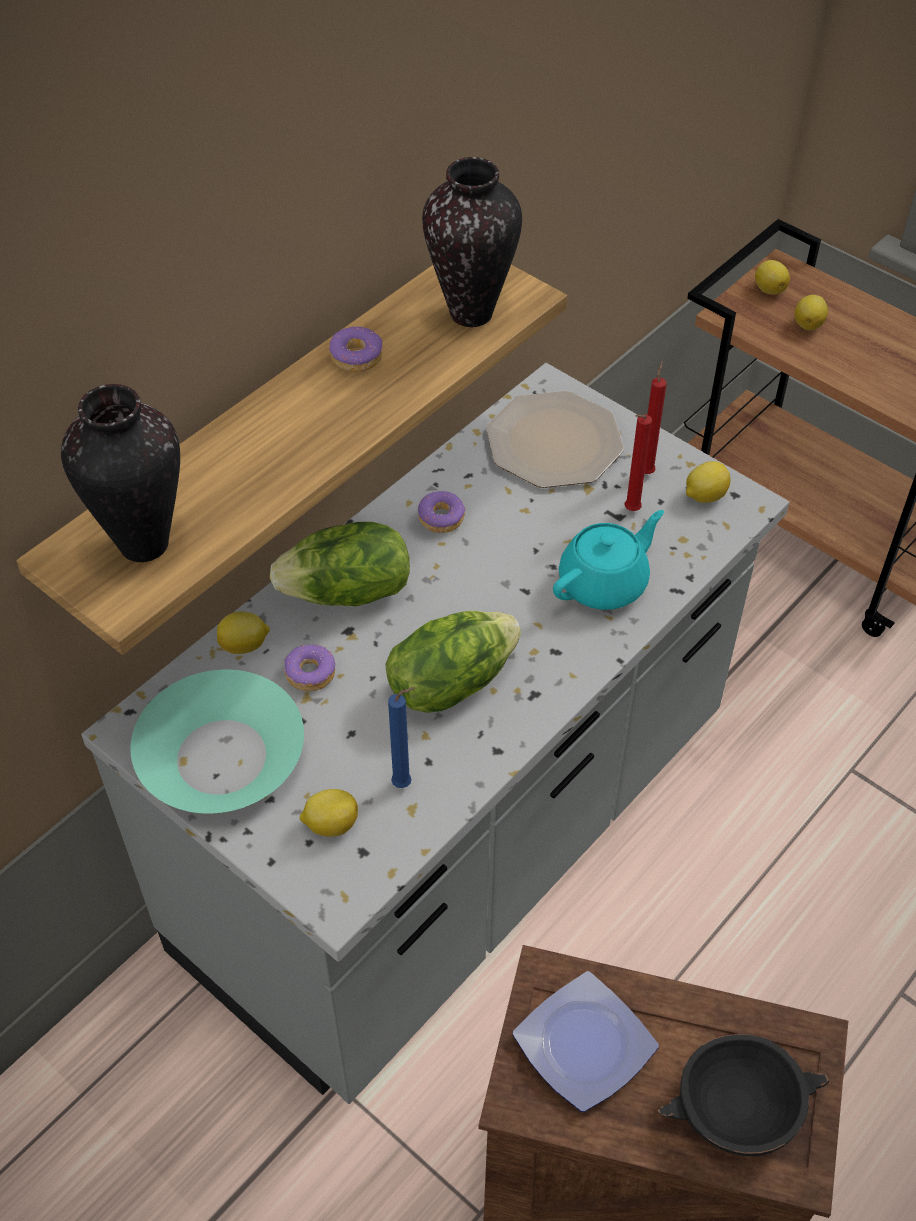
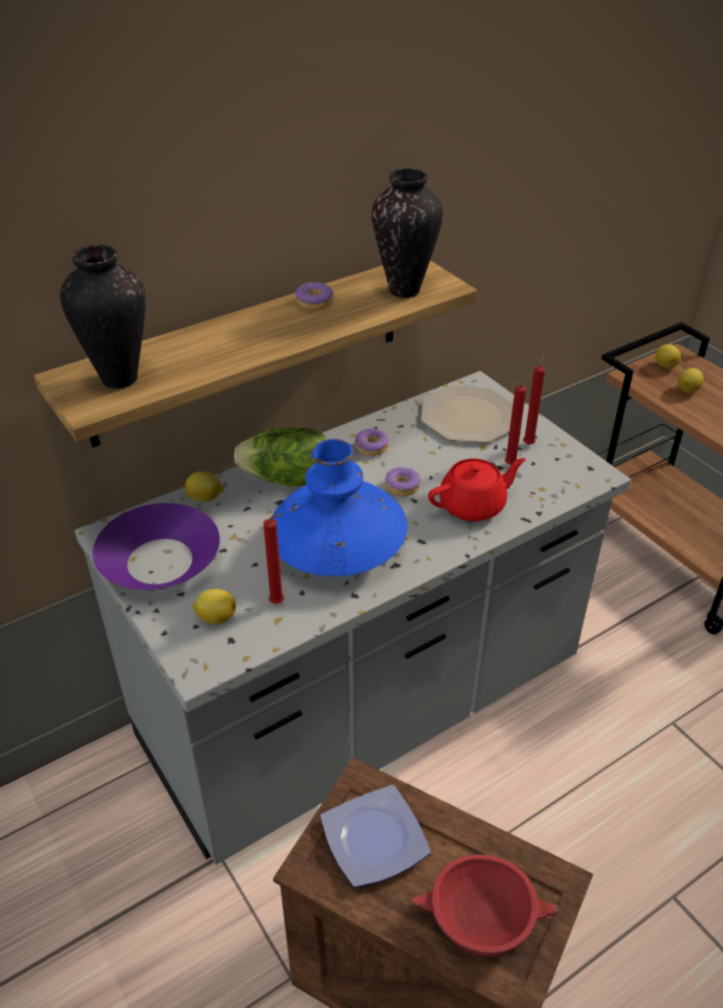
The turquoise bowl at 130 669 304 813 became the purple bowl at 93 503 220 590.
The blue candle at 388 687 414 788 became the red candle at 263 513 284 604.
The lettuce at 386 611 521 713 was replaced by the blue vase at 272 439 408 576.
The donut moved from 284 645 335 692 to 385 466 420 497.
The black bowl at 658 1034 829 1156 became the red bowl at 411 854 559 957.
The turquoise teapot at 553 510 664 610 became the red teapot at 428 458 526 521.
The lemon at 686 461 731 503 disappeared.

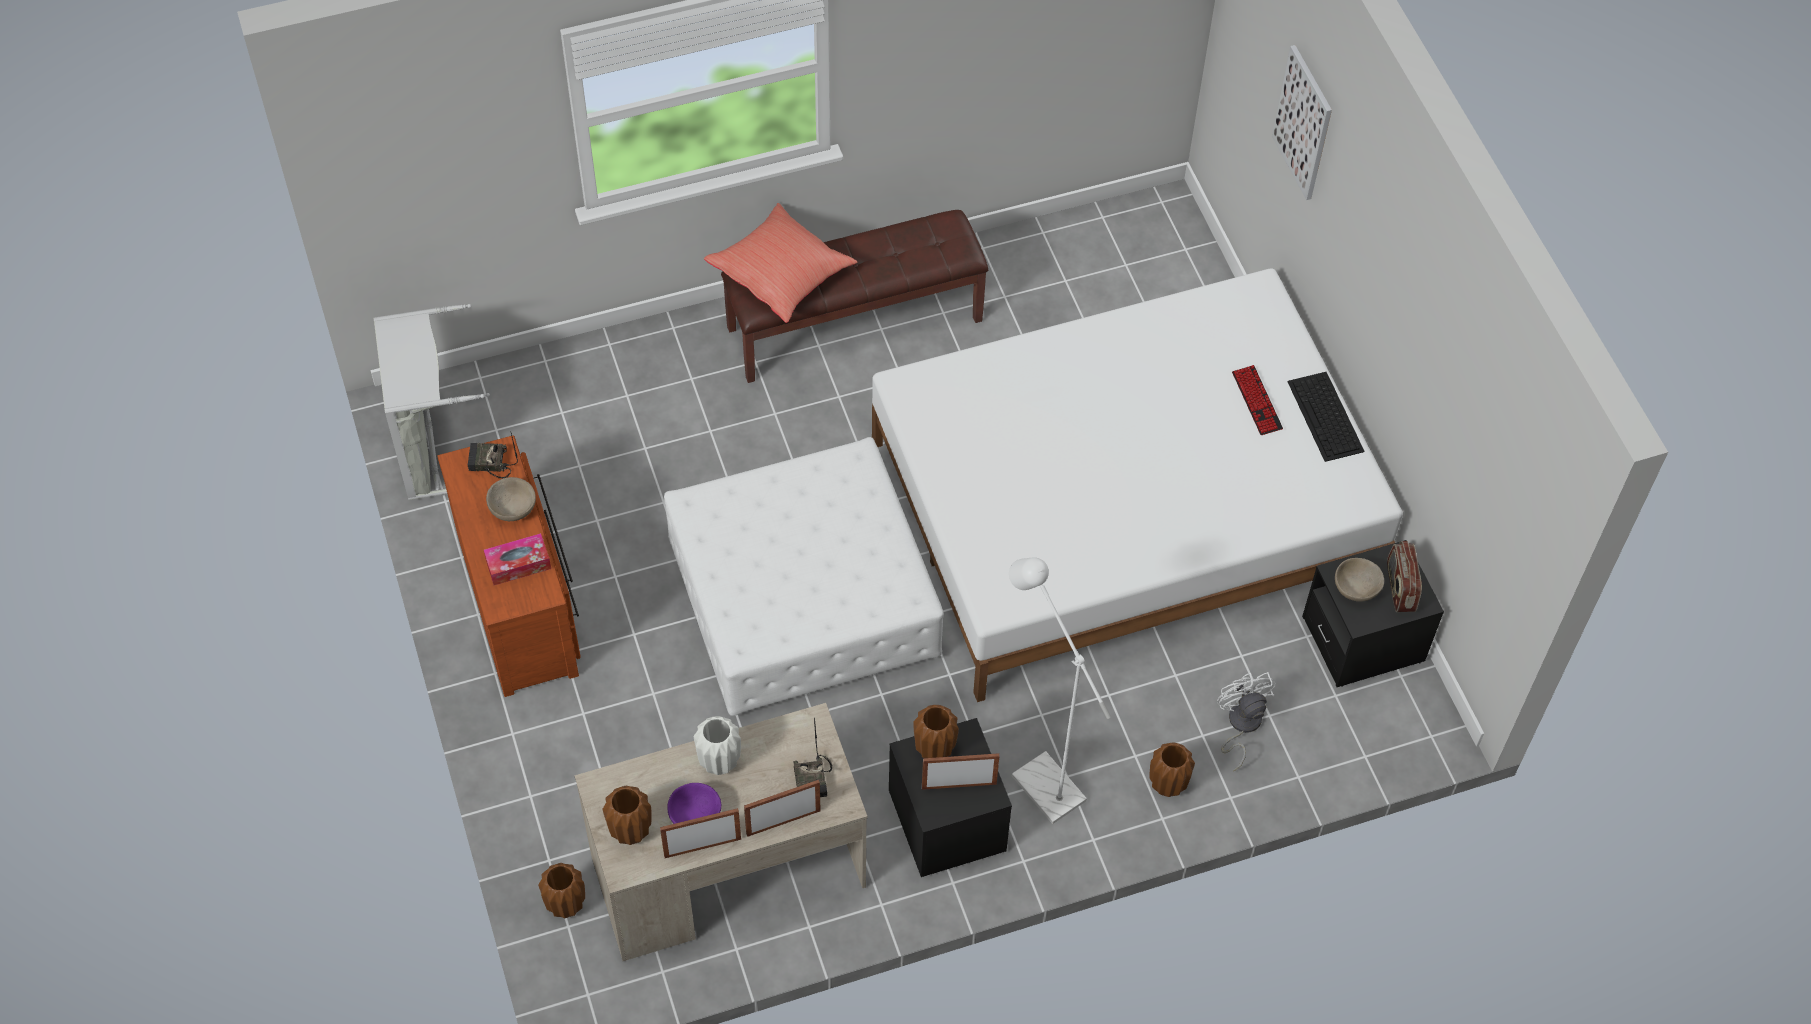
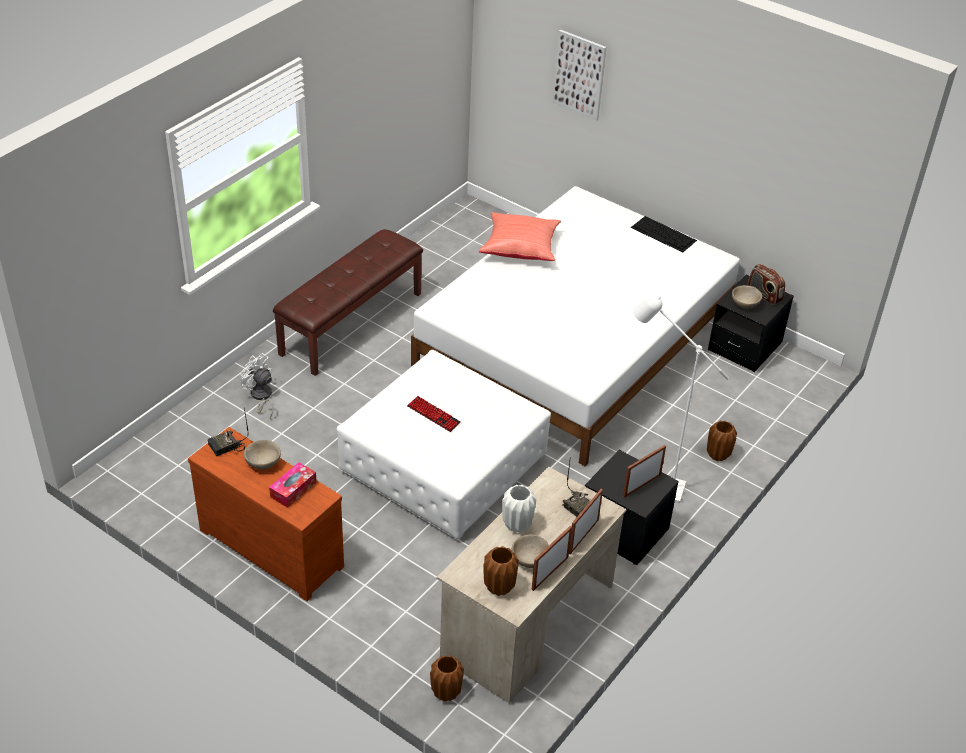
The white fan moved from 1217 673 1276 771 to 240 353 273 418.
The keyboard moved from 1232 365 1283 435 to 407 396 461 432.
The red pillow moved from 704 203 857 323 to 479 212 561 261.
The purple bowl at 667 783 721 824 became the beige bowl at 512 534 549 568.
The grey laundry basket at 374 304 490 500 disappeared.
The brown vase at 913 705 959 758 disappeared.

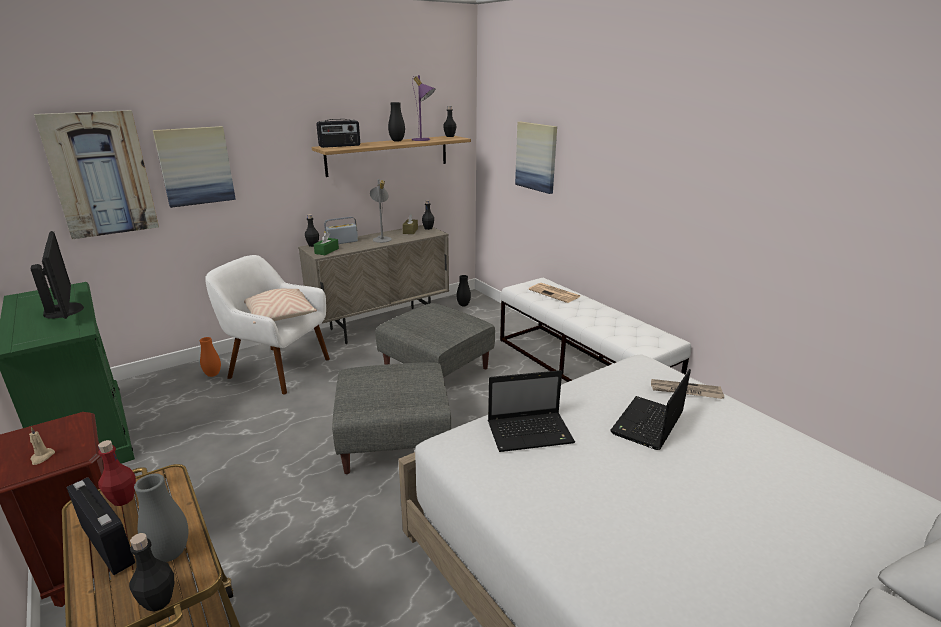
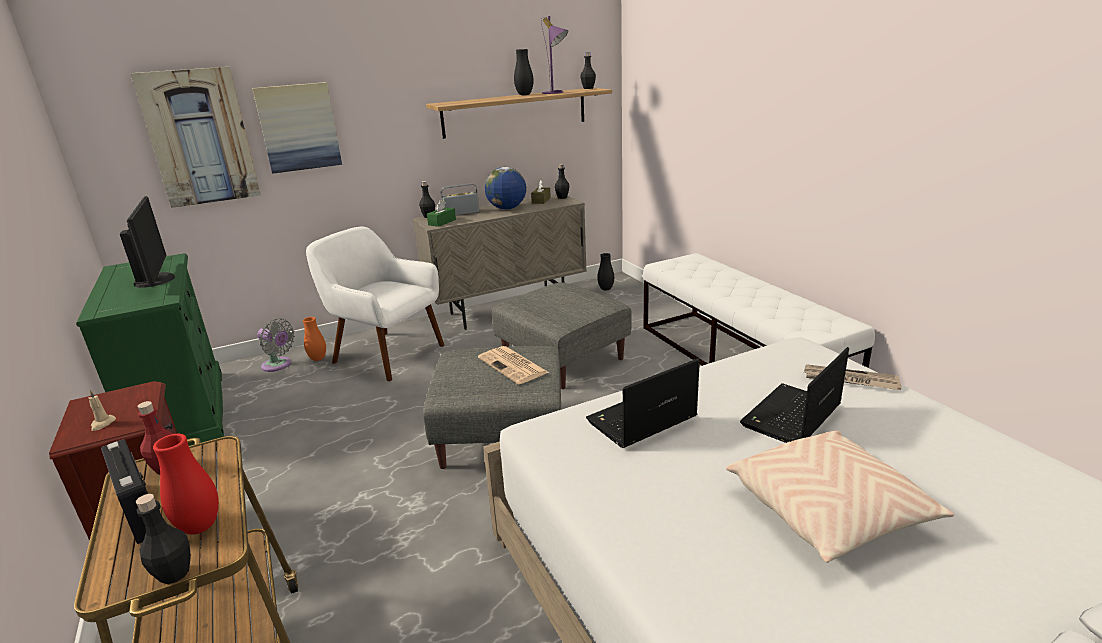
The grey vase at 134 474 188 562 became the red vase at 153 434 219 534.
The grey fan at 257 318 295 372 appeared.
The newspaper moved from 529 283 581 303 to 478 346 549 384.
The grey table lamp at 370 179 392 243 was replaced by the globe at 485 167 526 210.
The laptop at 488 370 575 452 turned 150 degrees clockwise.
The beige pillow moved from 244 289 317 323 to 726 431 954 563.
The radio at 316 119 360 148 disappeared.
The picture at 515 122 557 194 disappeared.

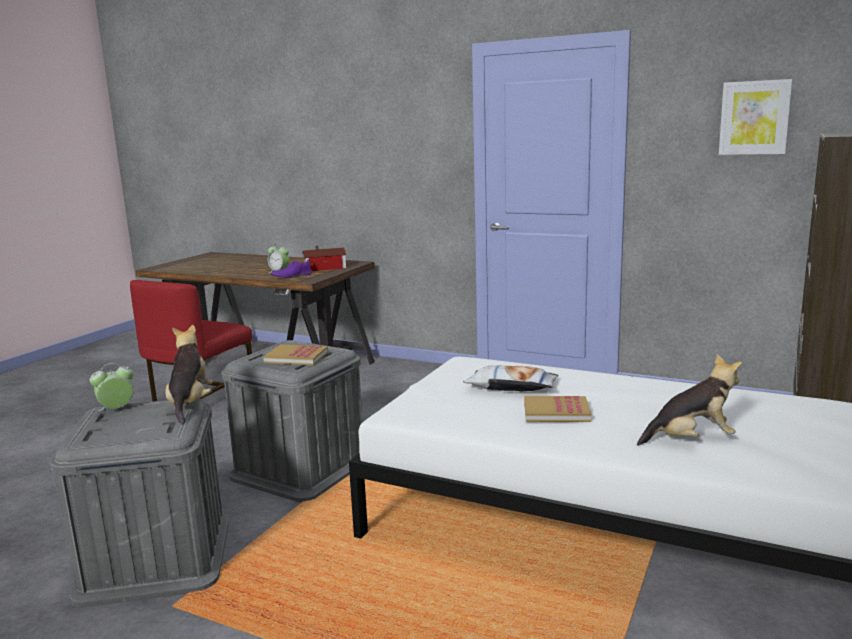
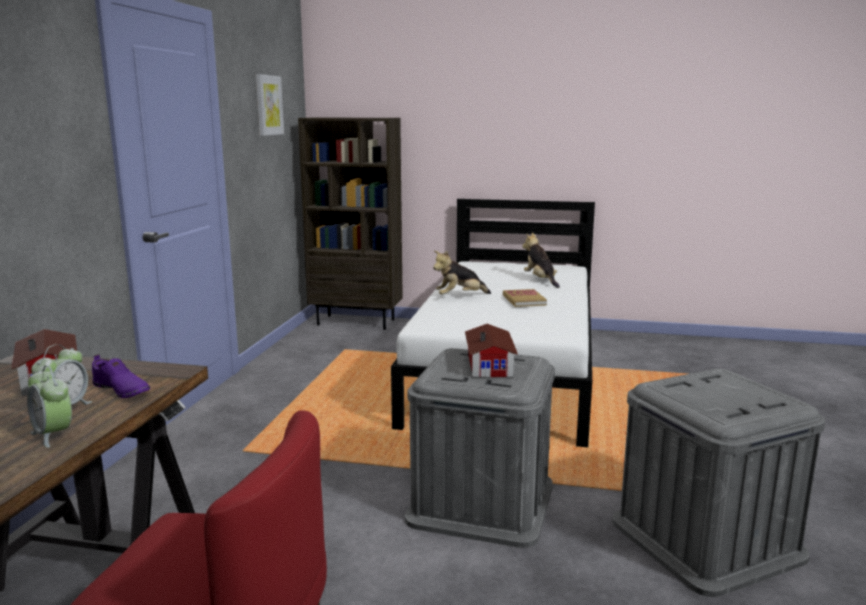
The alarm clock moved from 90 363 134 411 to 27 365 72 448.
The plush toy moved from 165 325 213 424 to 433 251 491 294.
The book at 263 345 328 365 was replaced by the toy house at 465 324 518 378.
The pillow at 463 365 559 391 disappeared.

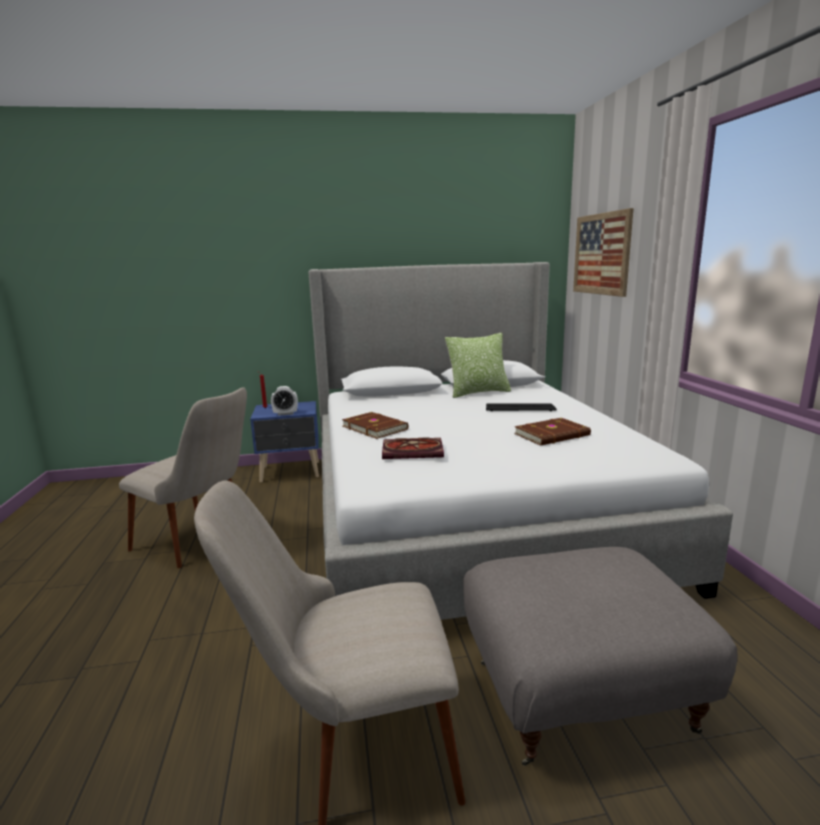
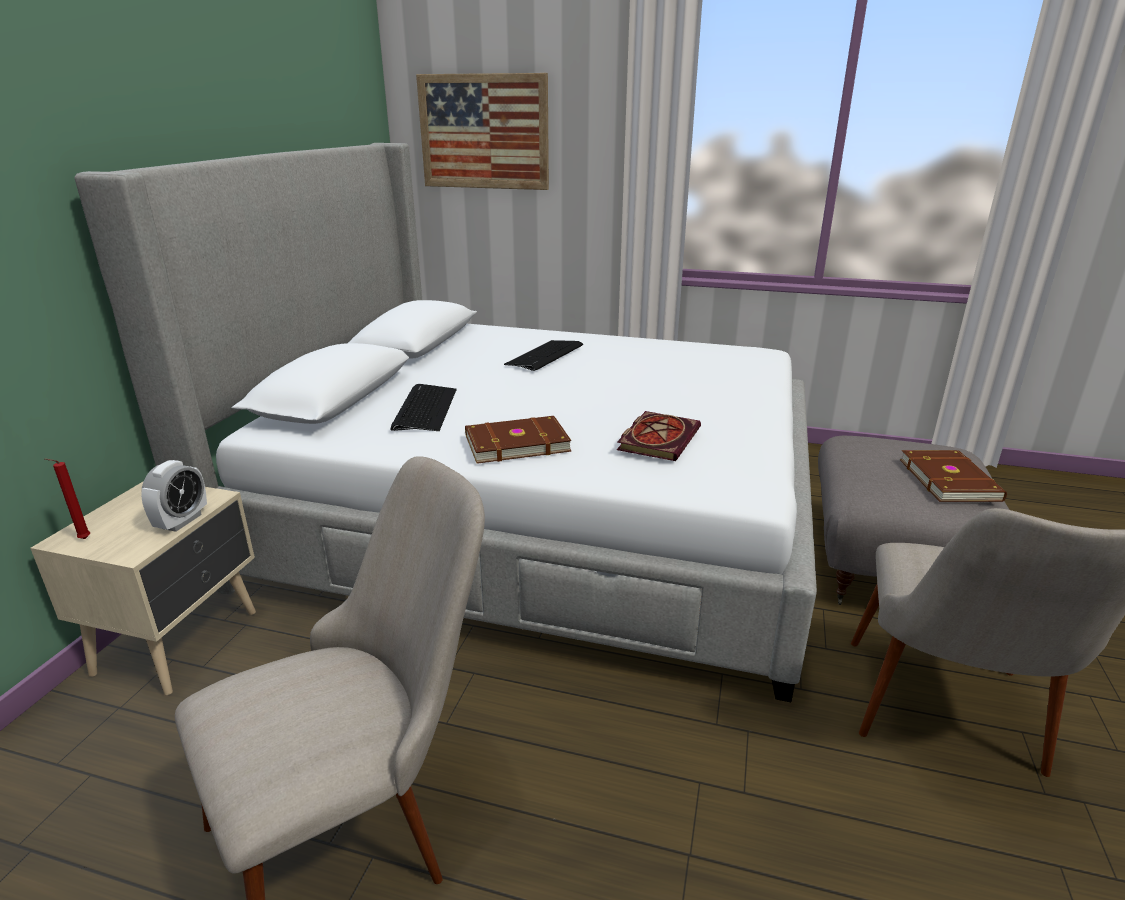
The blue nightstand at 250 401 319 482 became the beige nightstand at 30 481 256 695.
The keyboard at 391 384 456 431 appeared.
The brown book moved from 514 418 591 446 to 900 450 1007 502.
The pillow at 445 333 511 398 disappeared.

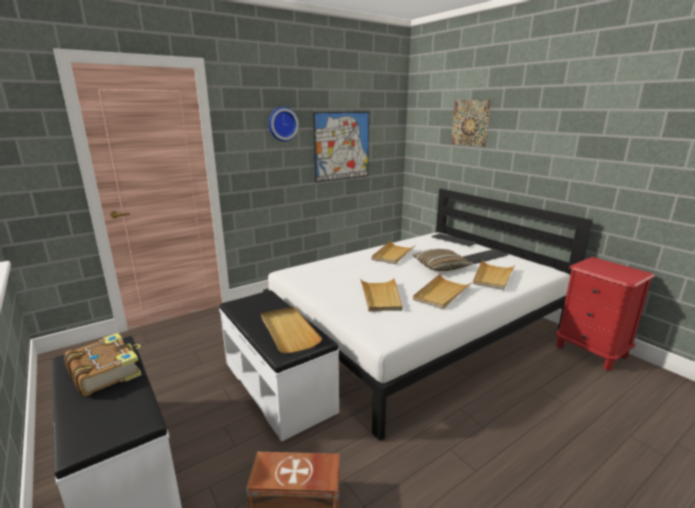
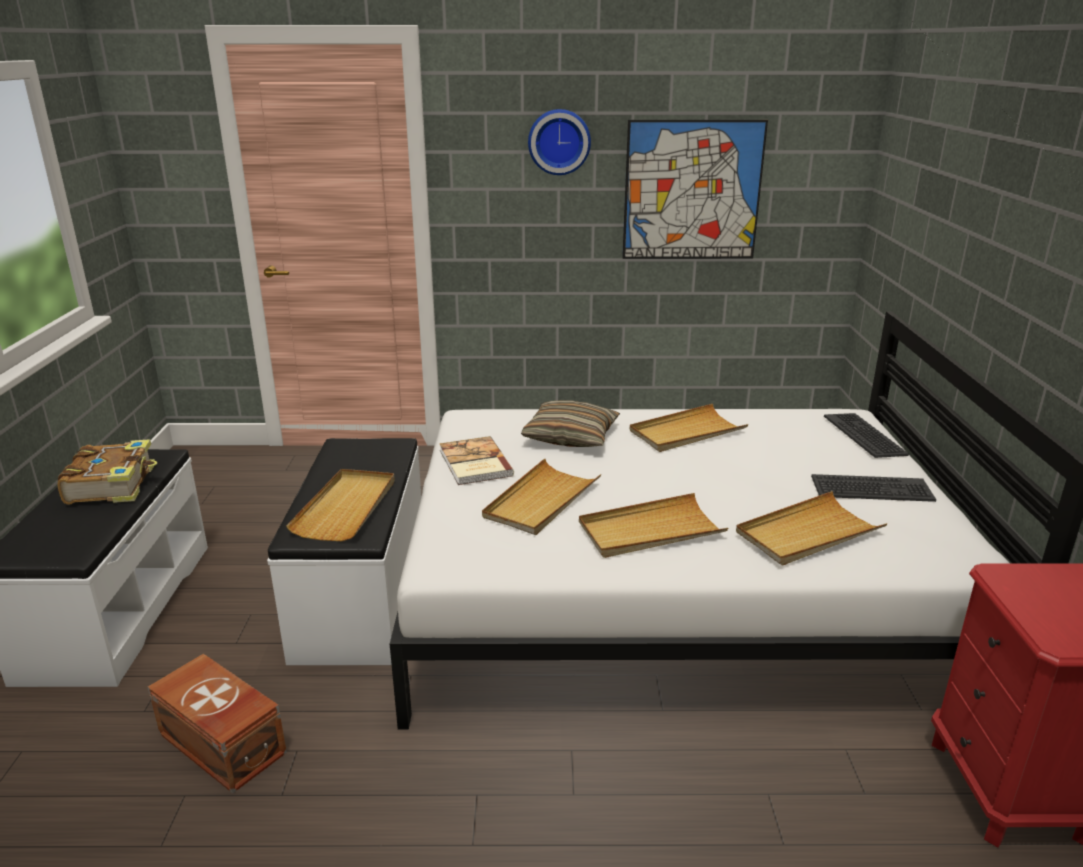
The book at 440 436 514 485 appeared.
The pillow moved from 413 249 472 271 to 521 400 620 447.
The picture at 451 100 491 147 disappeared.

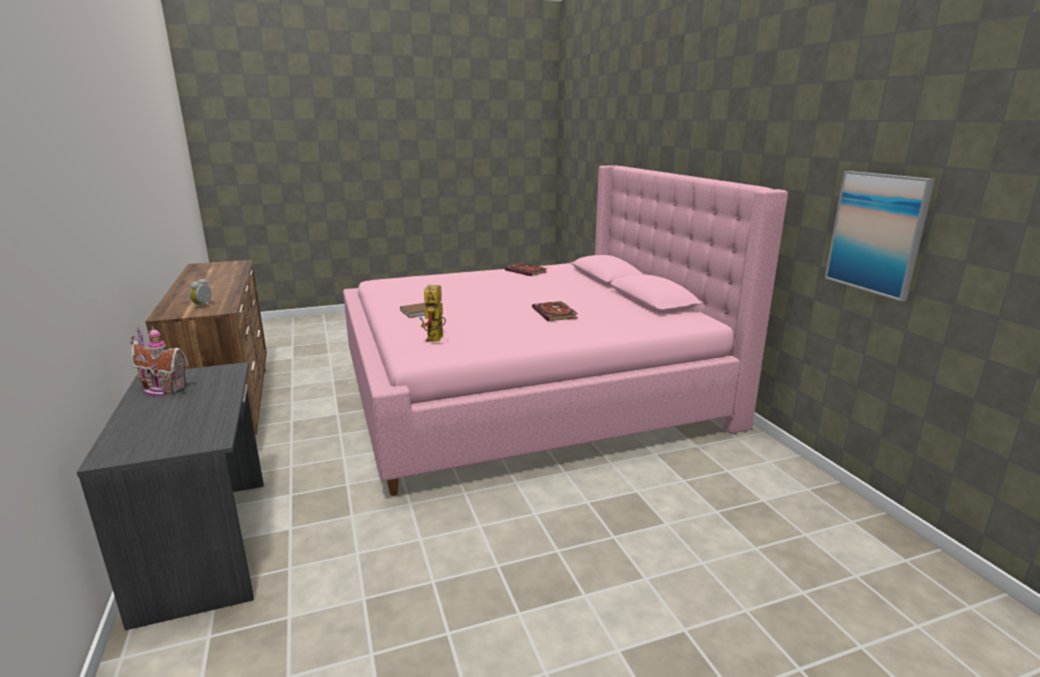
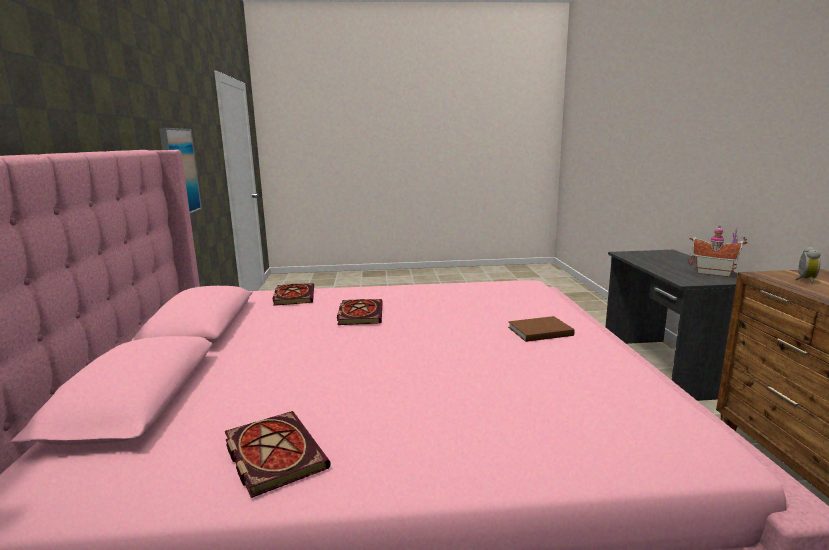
The book at 273 283 314 306 appeared.
The toy robot at 419 285 446 342 disappeared.

